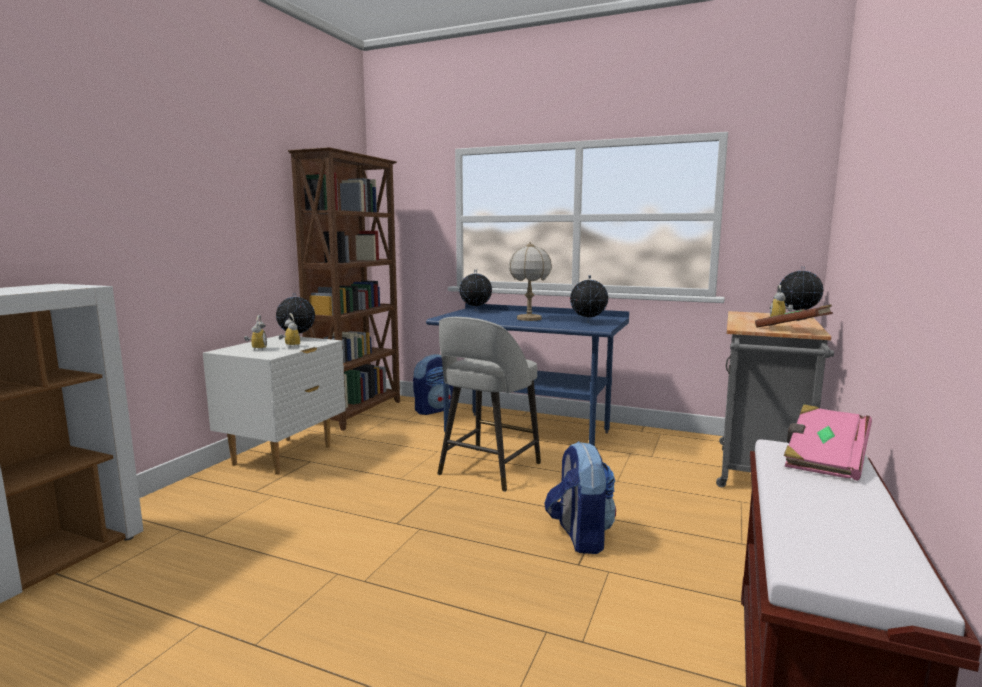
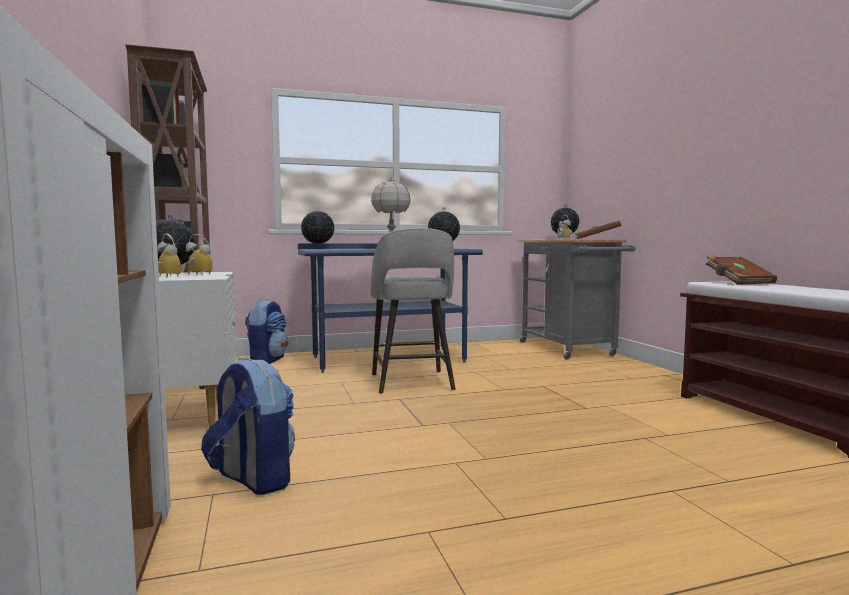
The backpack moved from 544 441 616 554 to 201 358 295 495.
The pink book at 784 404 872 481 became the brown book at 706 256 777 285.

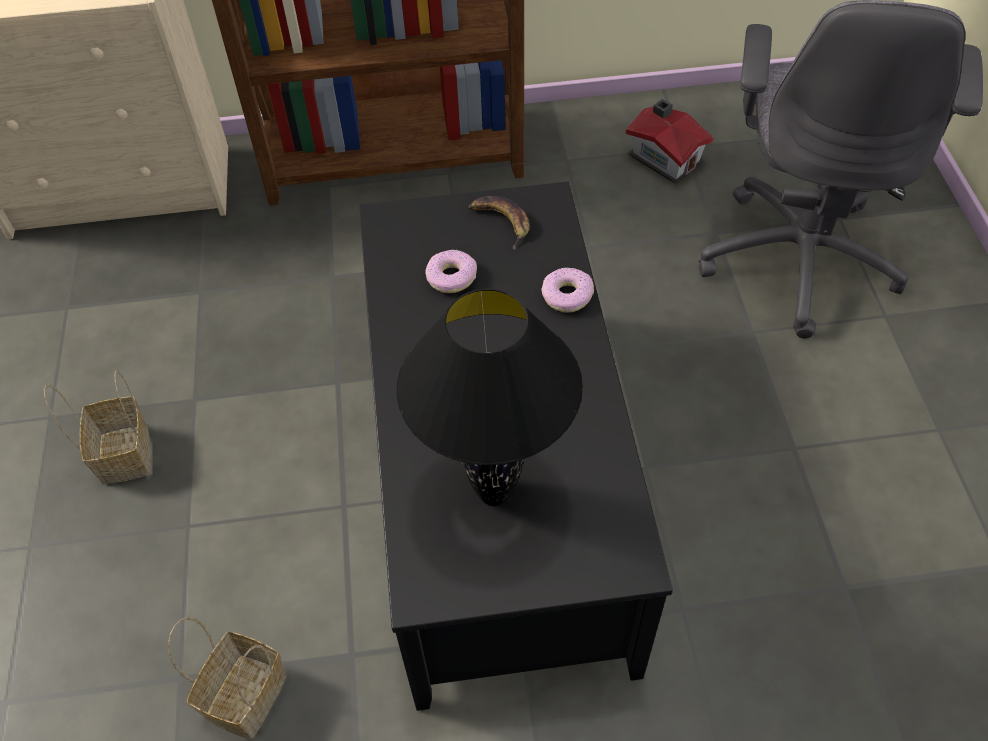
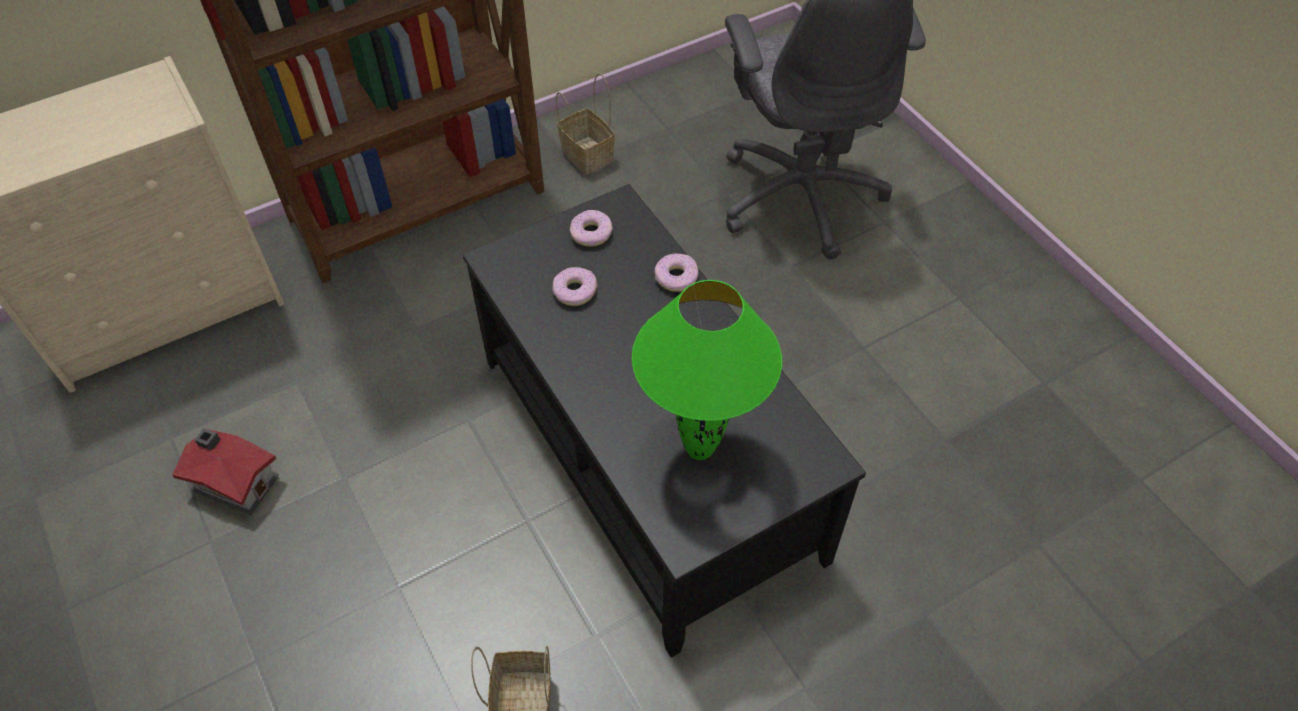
The toy house moved from 625 99 714 184 to 172 428 279 515.
The basket moved from 44 371 151 485 to 556 73 615 175.
The banana at 468 196 530 250 was replaced by the donut at 570 210 613 247.
The black table lamp at 397 288 583 506 became the green table lamp at 632 280 782 460.

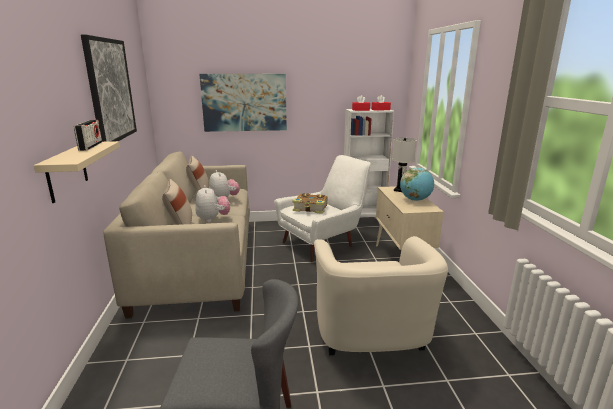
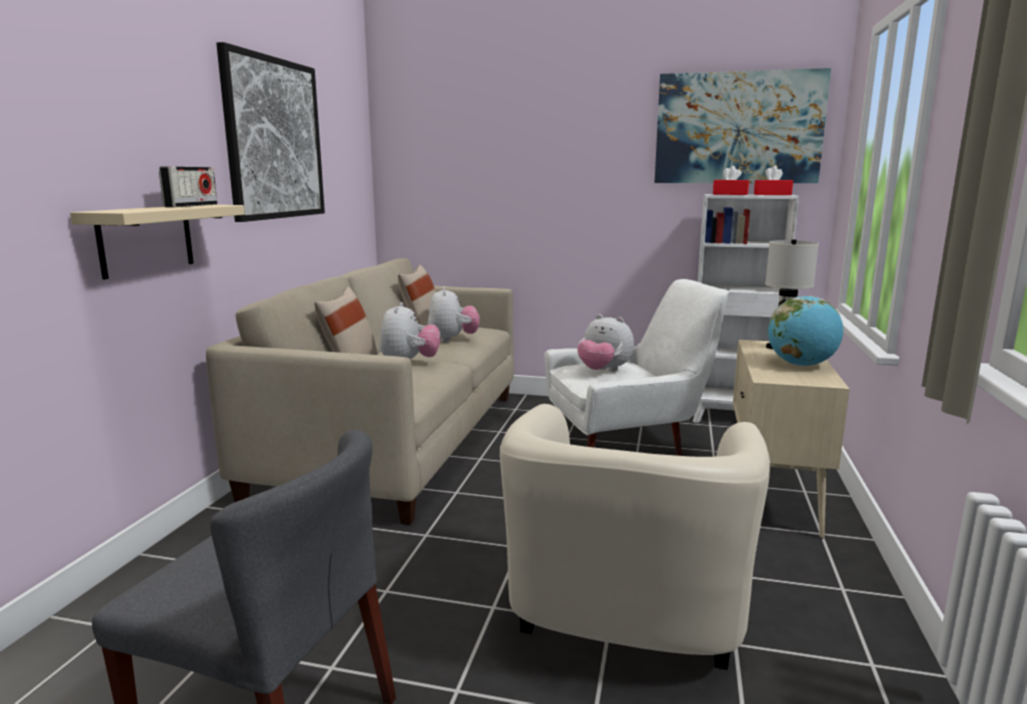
The book at 293 193 327 214 was replaced by the plush toy at 577 314 634 372.
The picture moved from 199 74 287 132 to 655 68 831 183.

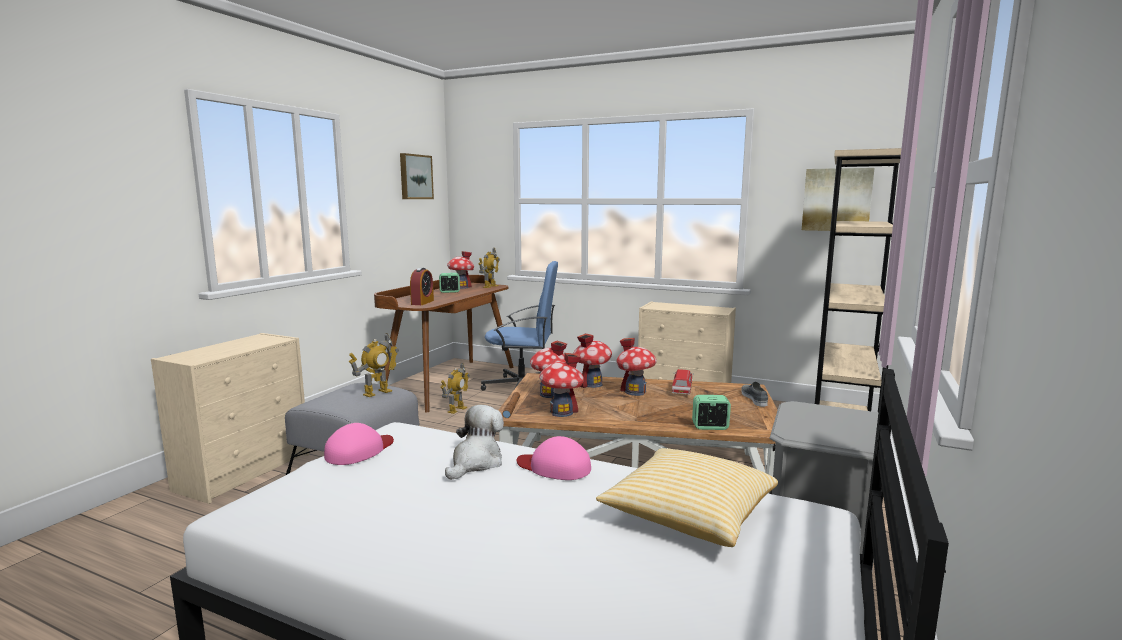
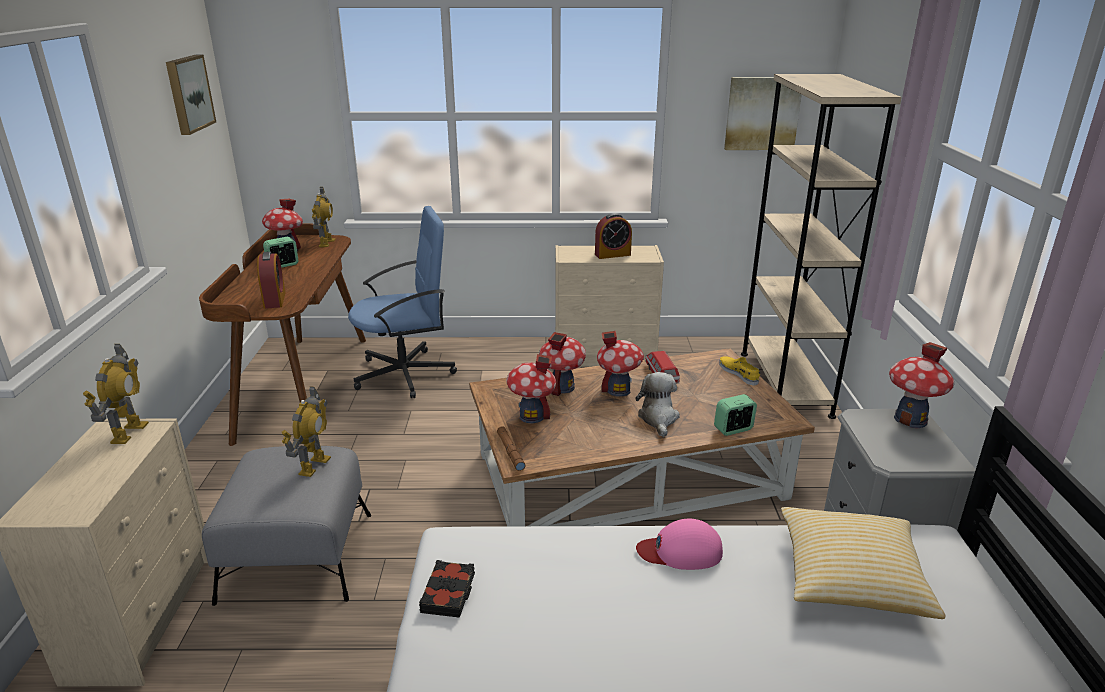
The toy robot moved from 441 363 470 414 to 83 344 149 444.
The pink cap at 324 423 394 465 was replaced by the black book at 419 560 475 618.
The alarm clock at 595 213 632 259 appeared.
The plush toy moved from 445 405 504 480 to 636 372 680 437.
The grey shoe at 741 381 768 407 became the yellow shoe at 719 356 760 385.
The toy house moved from 539 353 584 417 to 889 342 955 428.

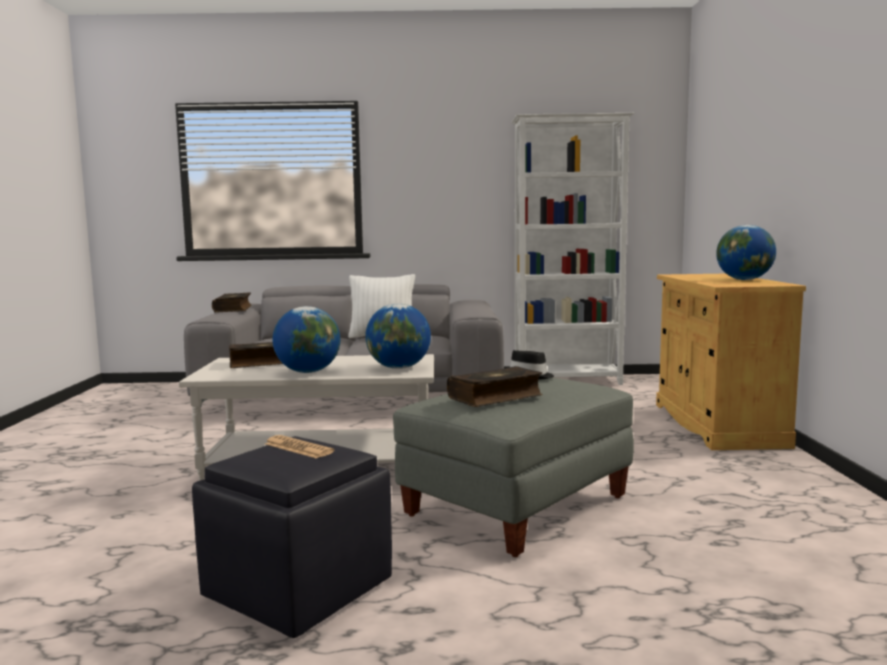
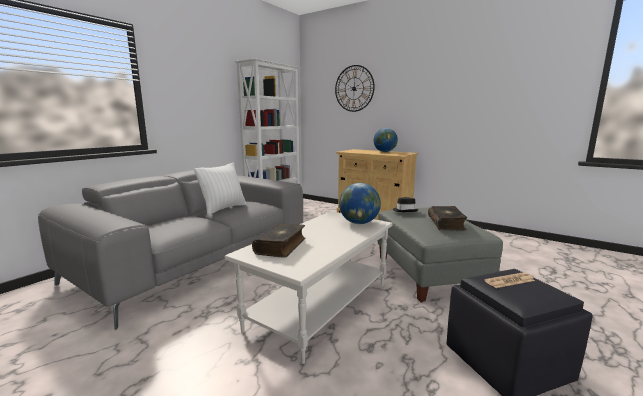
The wall clock at 335 65 375 112 appeared.
The book at 212 292 252 313 disappeared.
The globe at 273 306 340 373 disappeared.

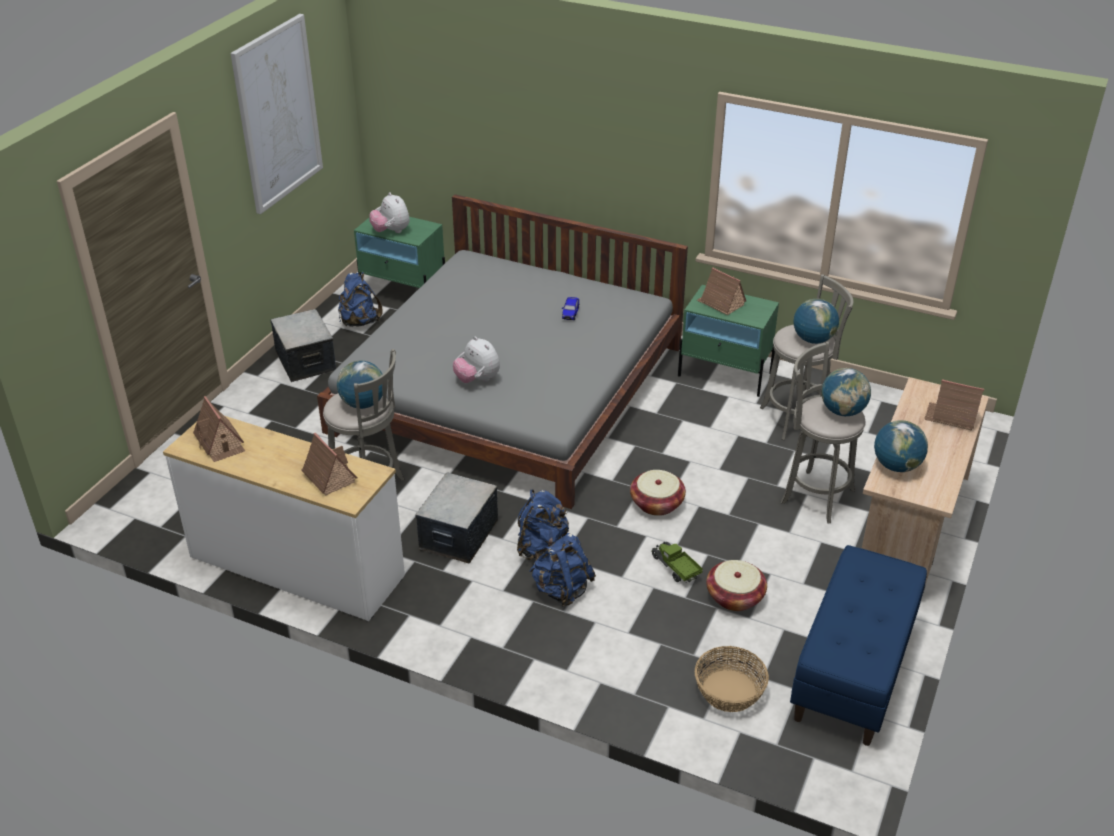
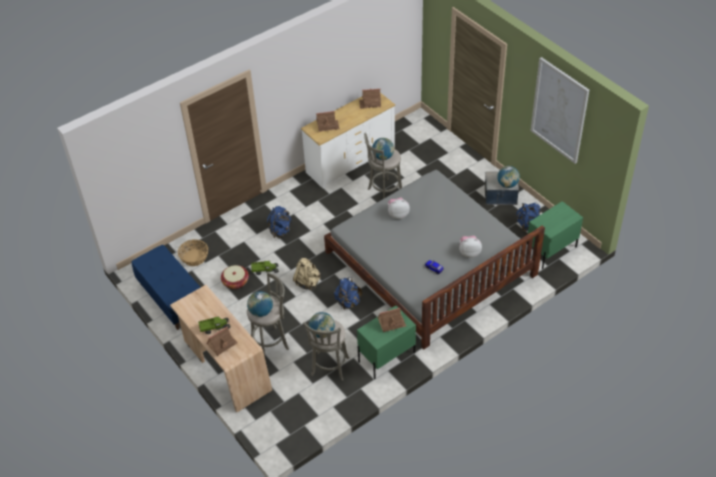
The toy truck at 198 317 231 334 appeared.
The basket at 630 470 686 516 was replaced by the beige backpack at 293 258 320 290.
The blue backpack moved from 517 489 569 560 to 334 277 362 310.
The plush toy moved from 369 192 410 233 to 459 236 482 258.
The globe moved from 874 420 928 472 to 497 166 520 188.
The storage box at 415 472 498 563 disappeared.

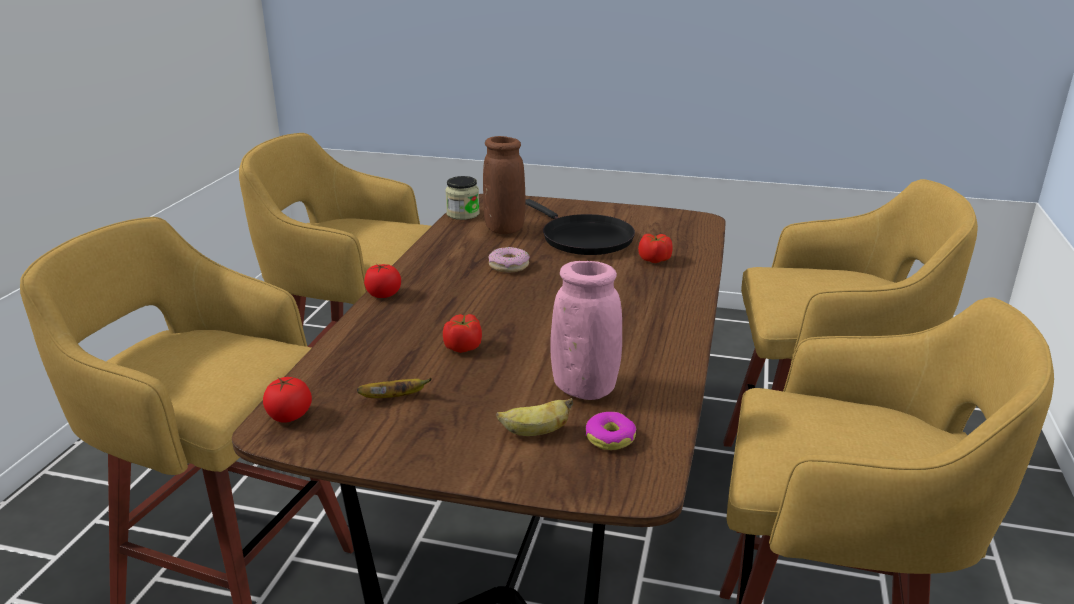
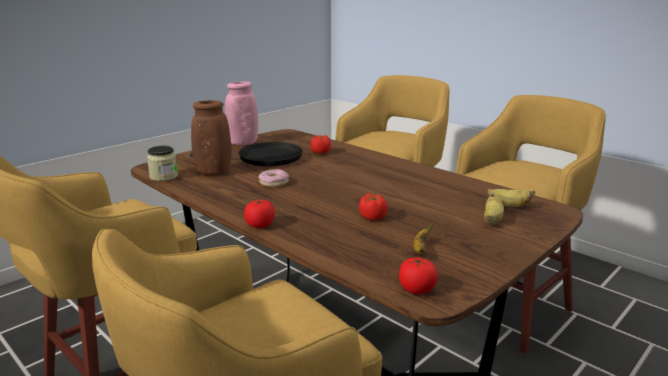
The pink vase moved from 550 261 622 400 to 225 81 258 145.
The donut at 586 412 636 450 was replaced by the banana at 488 189 535 207.

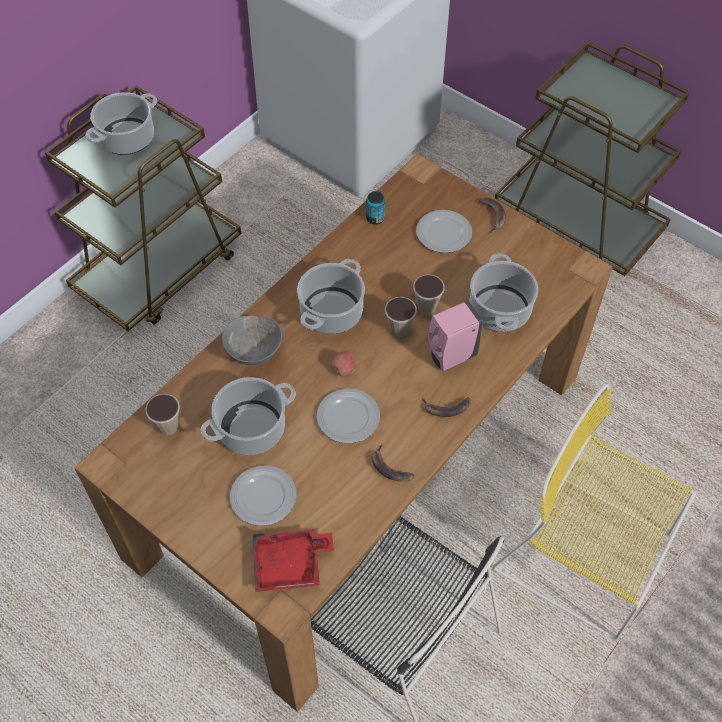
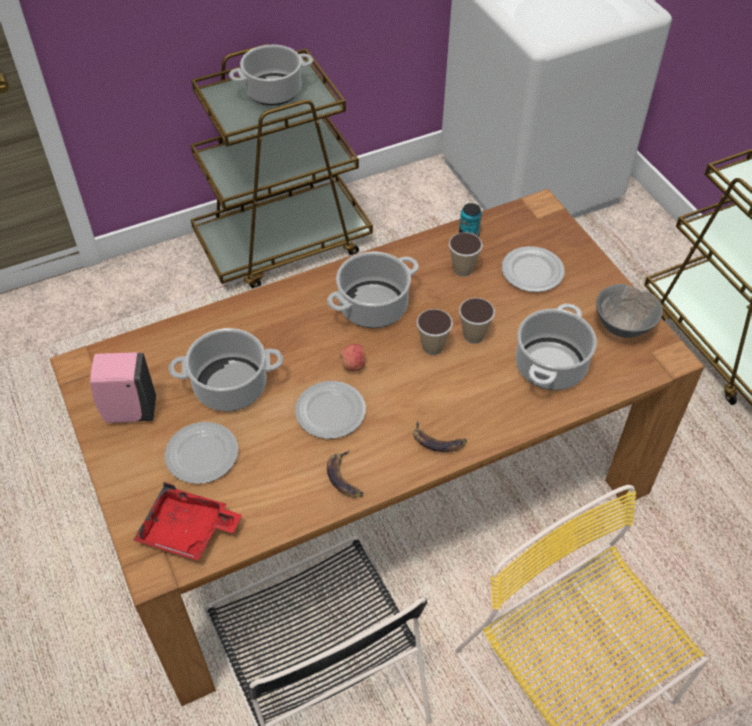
The pink soap dispenser moved from 428 301 483 371 to 90 352 156 423.
The cup moved from 145 394 180 435 to 449 232 483 277.
The grey bowl moved from 222 316 282 365 to 596 284 663 338.
The banana at 479 198 506 234 disappeared.

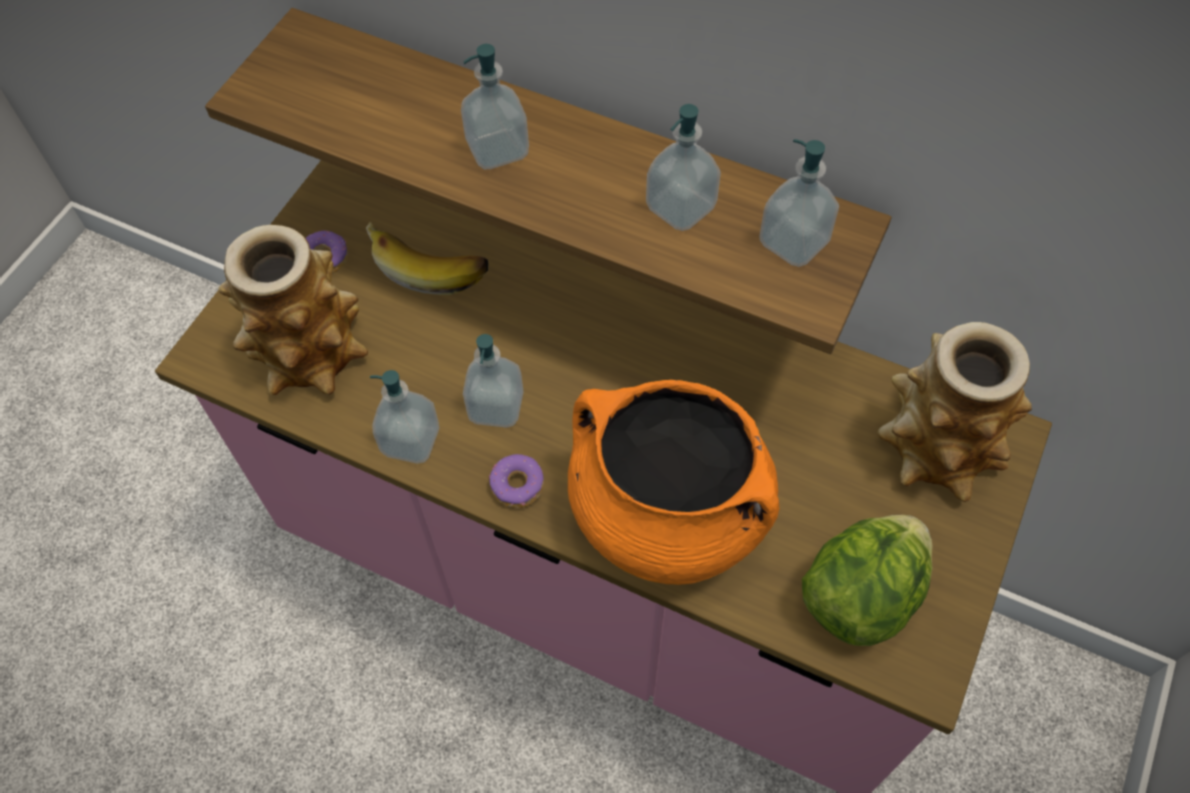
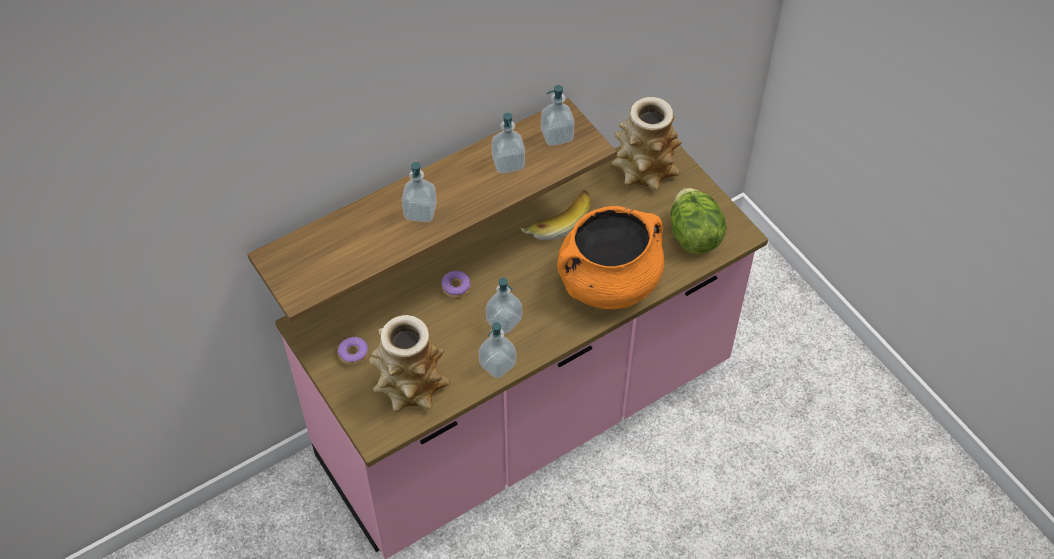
The donut moved from 489 454 544 508 to 441 270 471 298.
The banana moved from 366 222 489 295 to 521 190 591 240.

